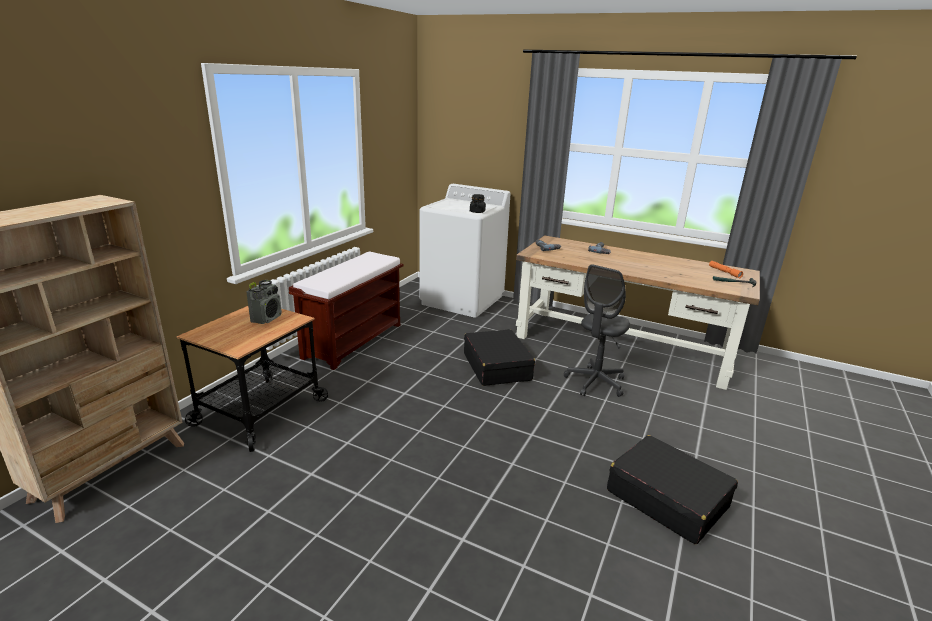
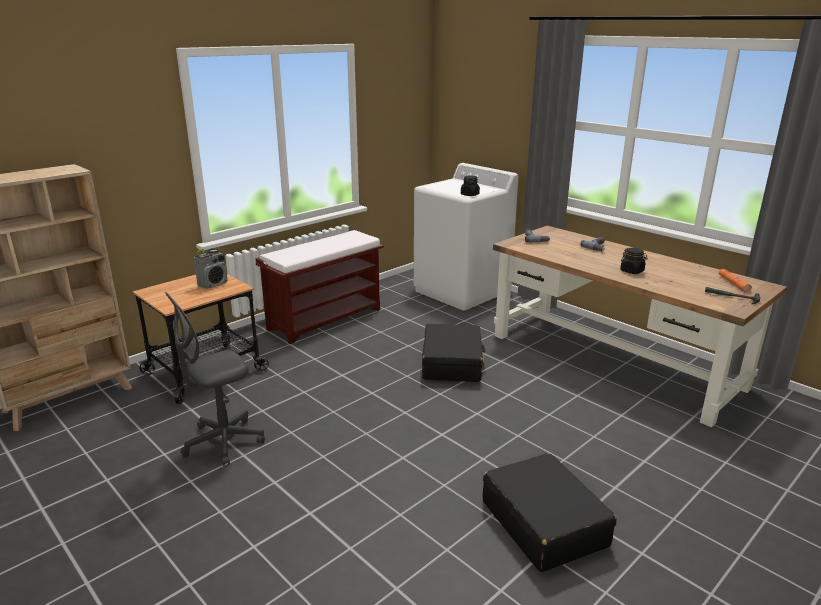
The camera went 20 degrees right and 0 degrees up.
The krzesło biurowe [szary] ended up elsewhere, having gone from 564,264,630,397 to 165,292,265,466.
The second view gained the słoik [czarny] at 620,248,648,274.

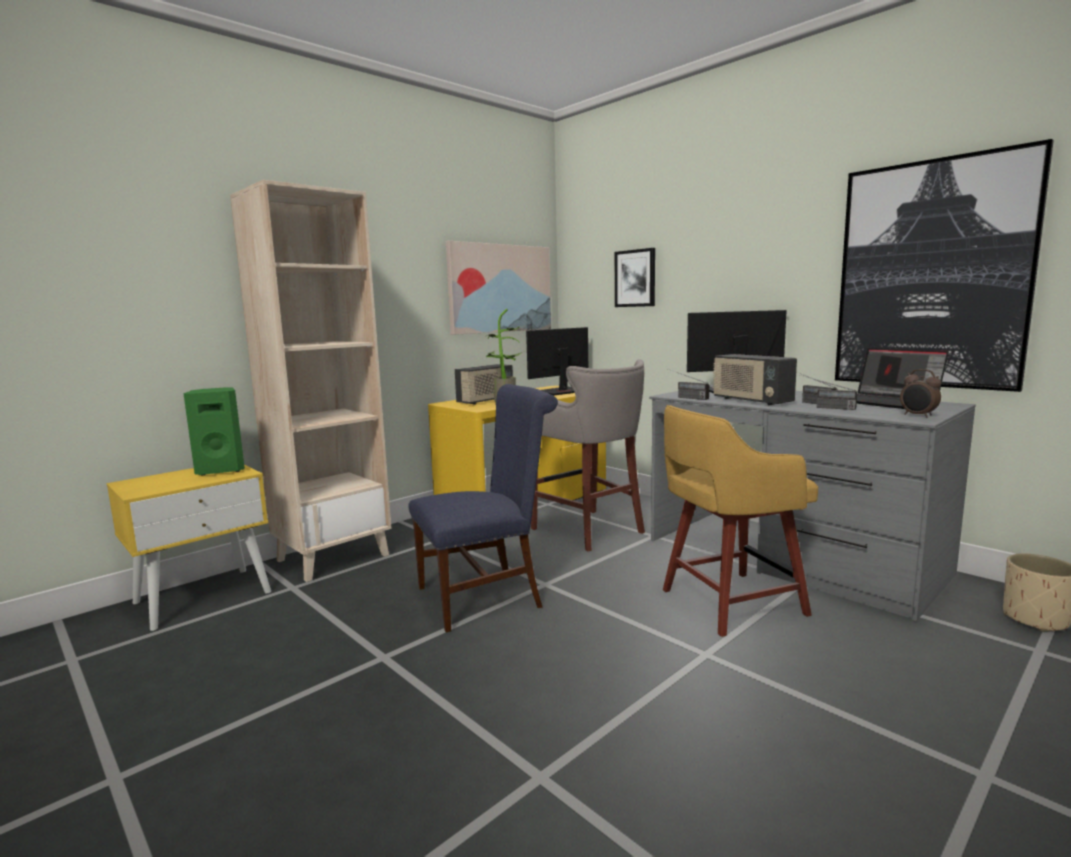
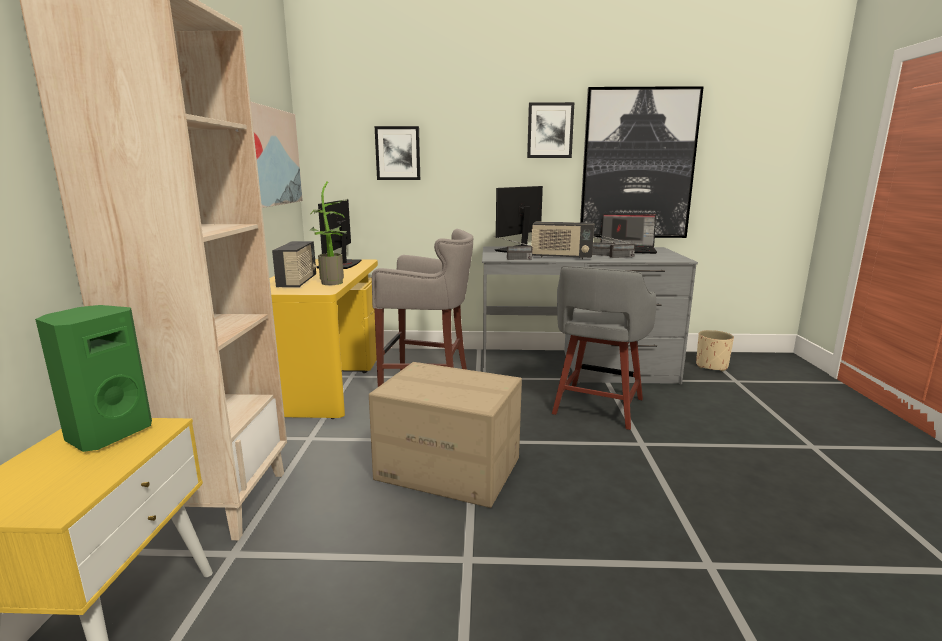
The camera went 45 degrees left and 5 degrees up.
Where the krzesło [niebieski] stood at 408,384,558,633, the karton came to stand at 369,362,522,508.
What was the stołek [żółty] at 663,405,818,637 turned into the stołek [szary] at 552,266,656,430.
The second view lost the budzik at 900,369,941,418.
The second view gained the obraz at 527,102,574,158.

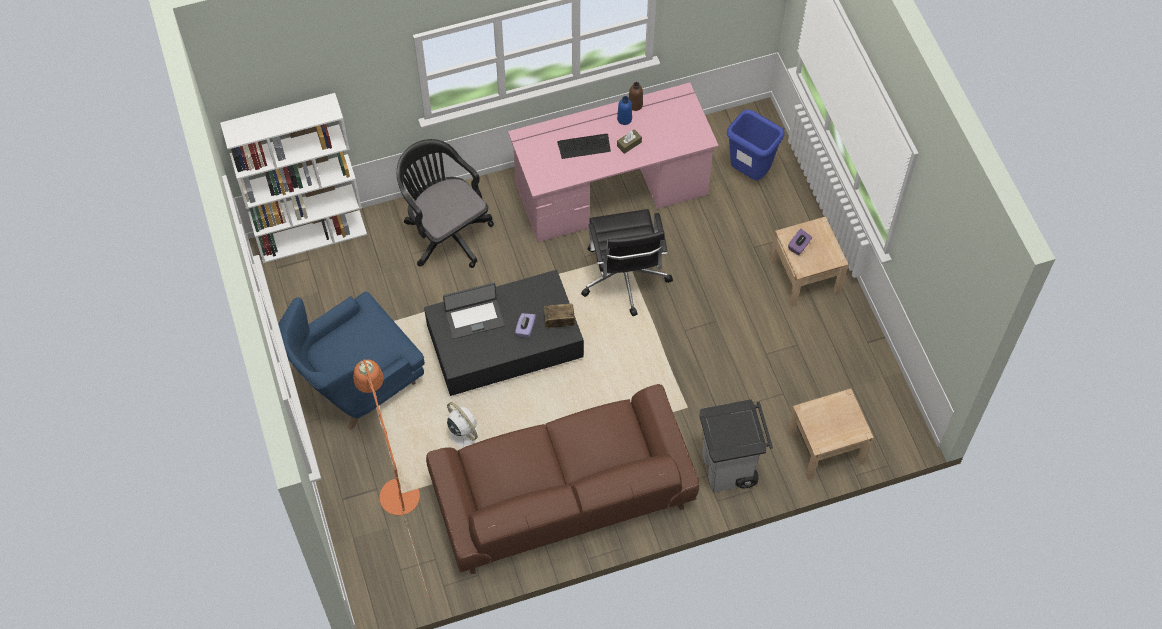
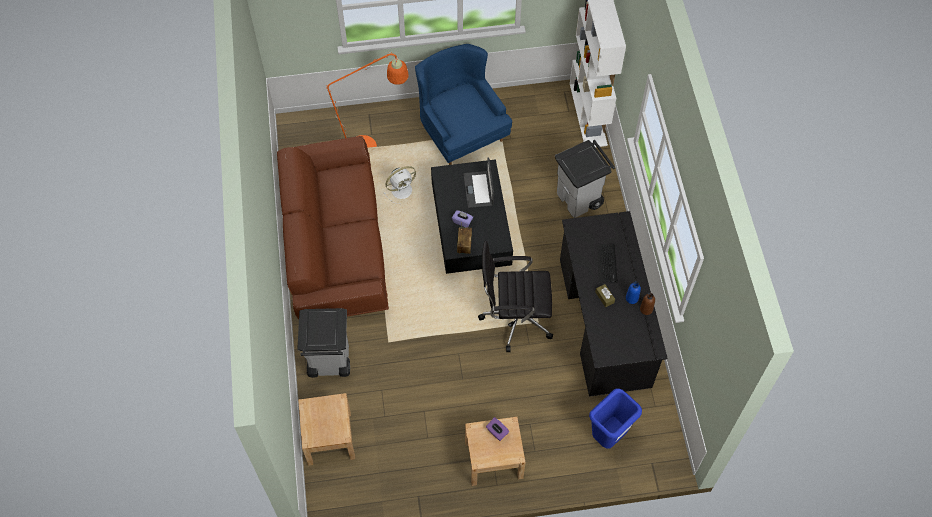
The camera went 100 degrees right and 0 degrees up.
Where the krzesło biurowe [czarny] stood at 397,139,494,268, the kosz na śmieci [szary] came to stand at 555,140,615,218.
What was the biurko [różowy] at 508,83,719,242 turned into the biurko [czarny] at 560,211,668,397.

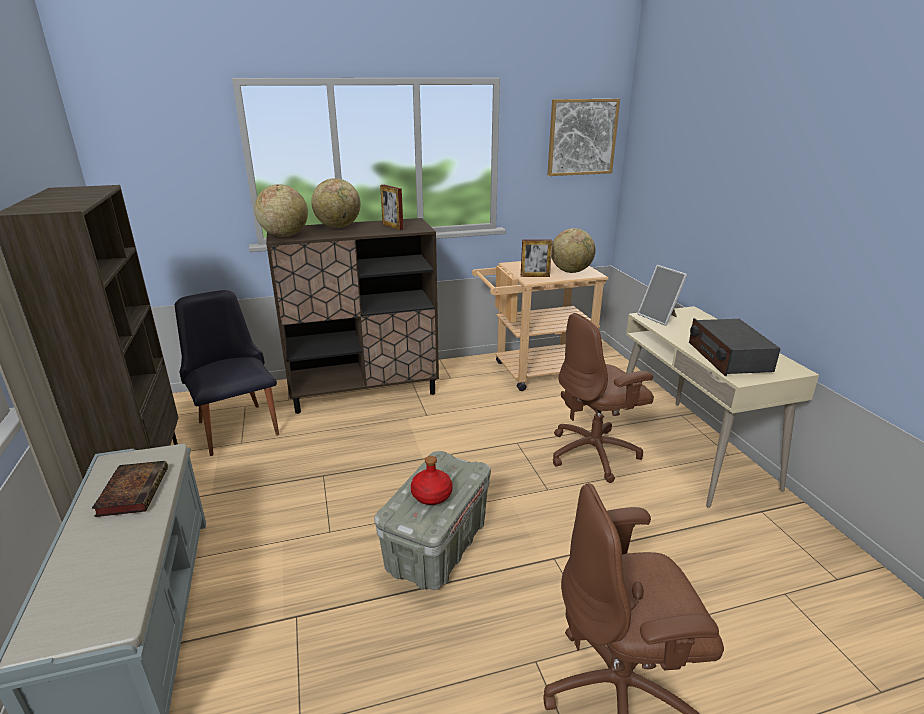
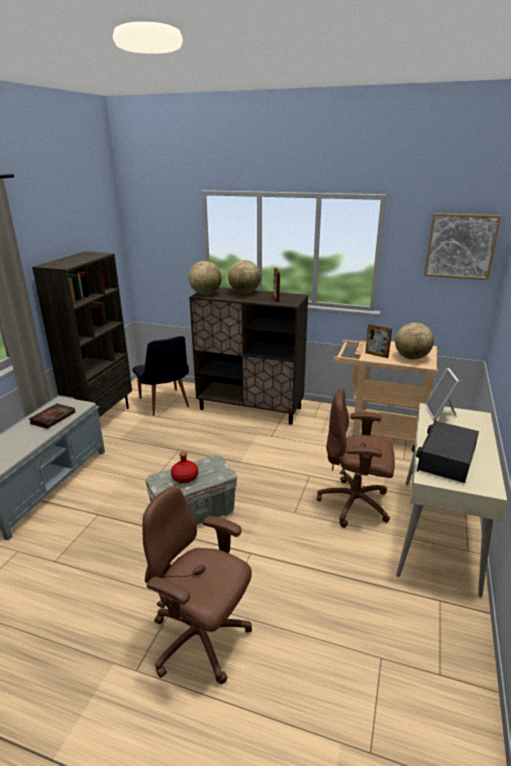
The camera went 35 degrees right and 0 degrees up.
The krzesło [czarny] at 175,290,279,456 ended up facing another way, 150 degrees clockwise from before.

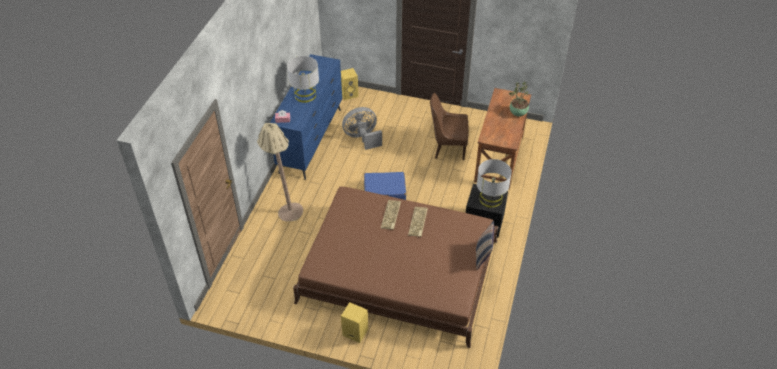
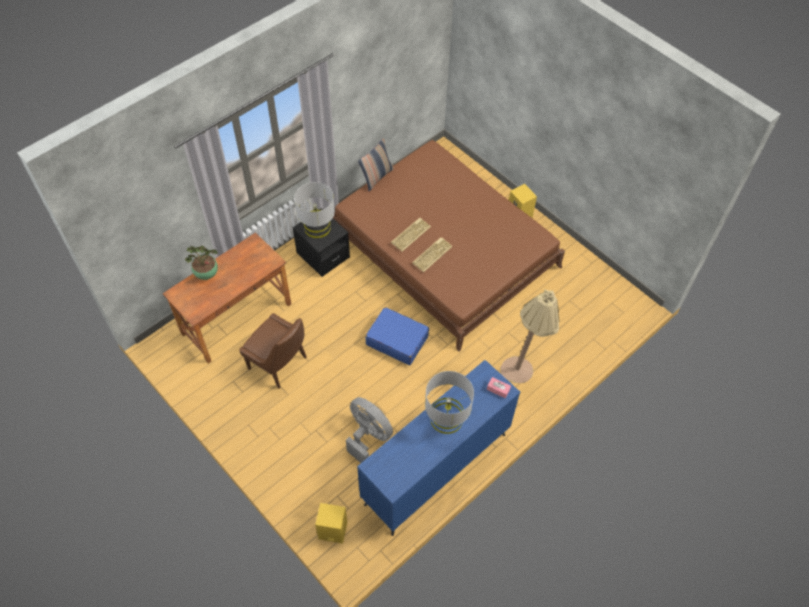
The camera went 150 degrees left and 10 degrees up.
The wentylator [szary] at 342,107,382,150 ended up facing another way, 150 degrees counterclockwise from before.

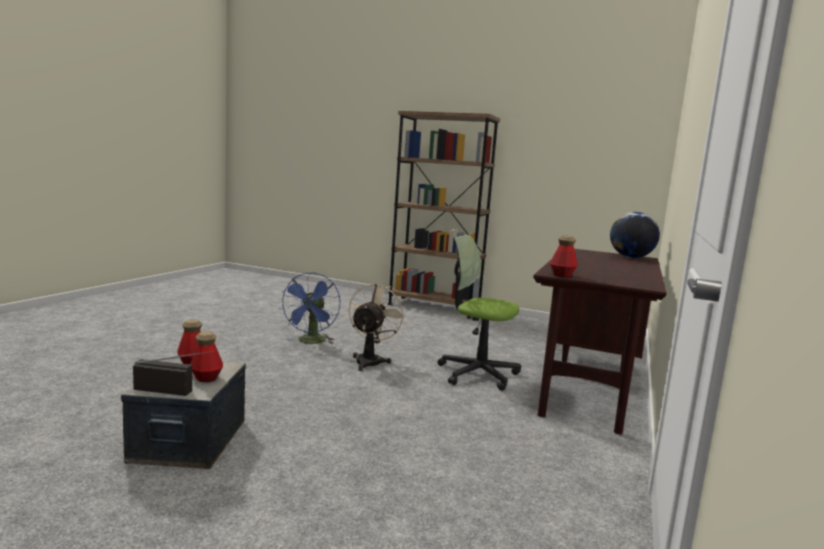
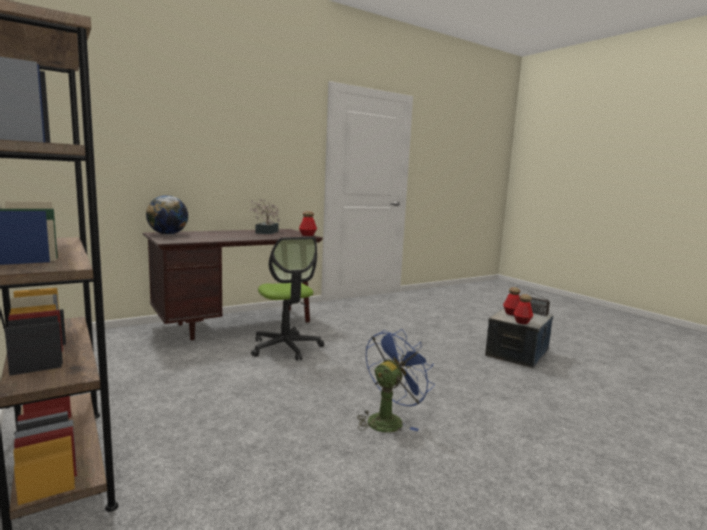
The camera went 145 degrees left and 0 degrees up.
The second view lost the wentylator [beżowy] at 348,283,406,371.
The second view gained the roślina doniczkowa at 250,199,280,234.

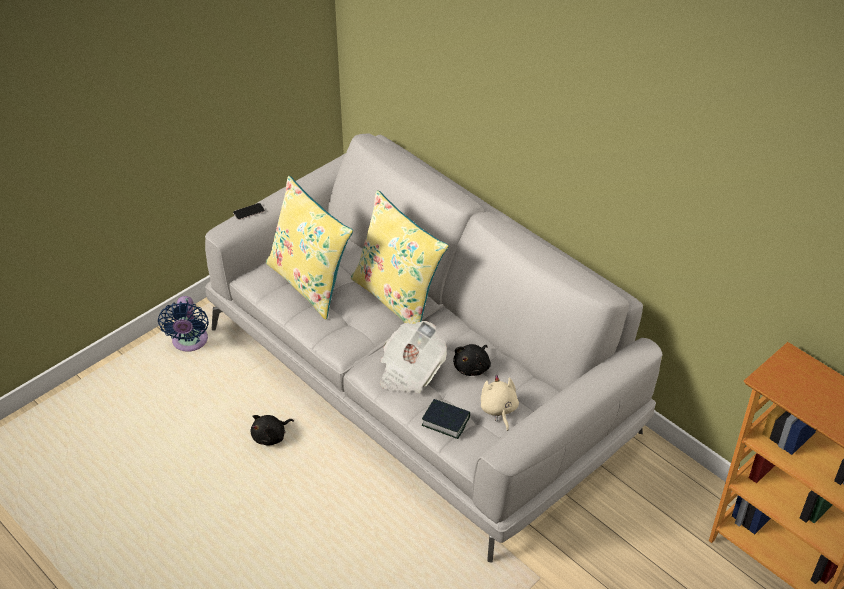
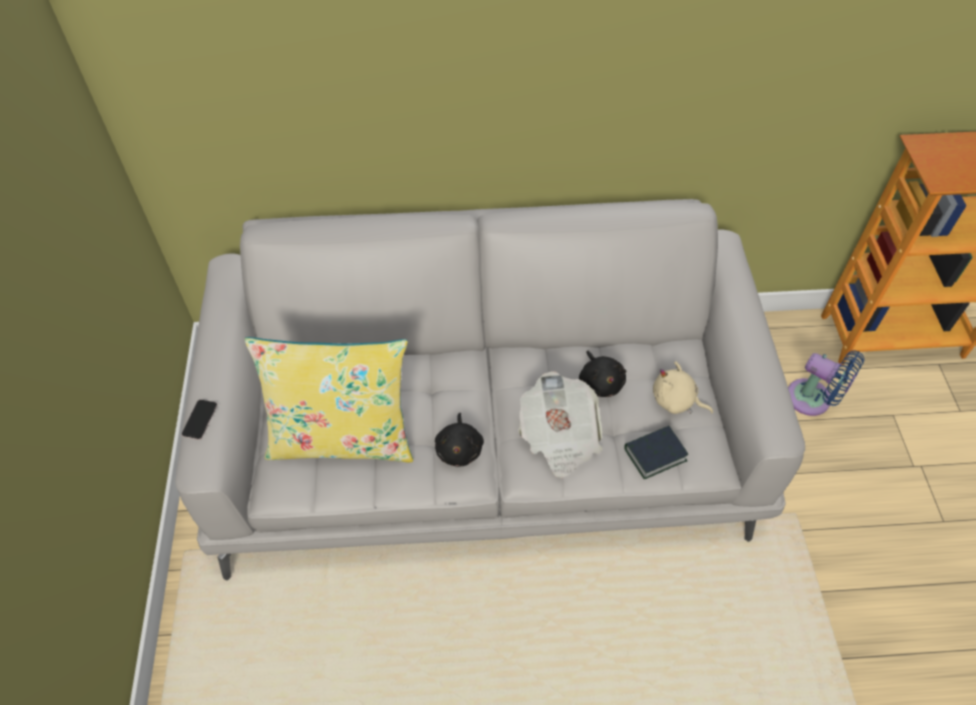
The camera went 50 degrees left and 10 degrees up.
The wentylator [niebieski] ended up elsewhere, having gone from 158,296,209,352 to 788,350,864,416.
The pluszak [czarny] ended up elsewhere, having gone from 251,415,294,446 to 435,413,484,467.
The second view lost the poduszka [żółty] at 351,190,449,324.

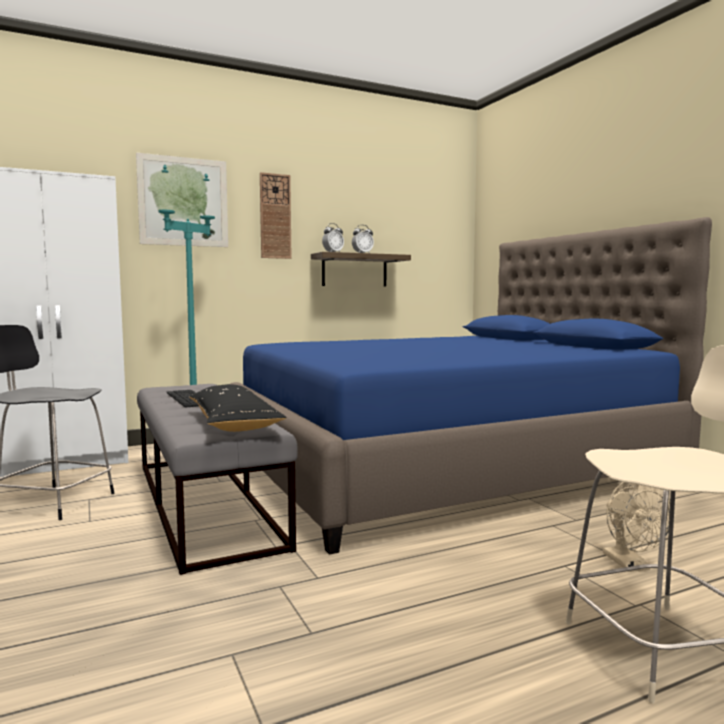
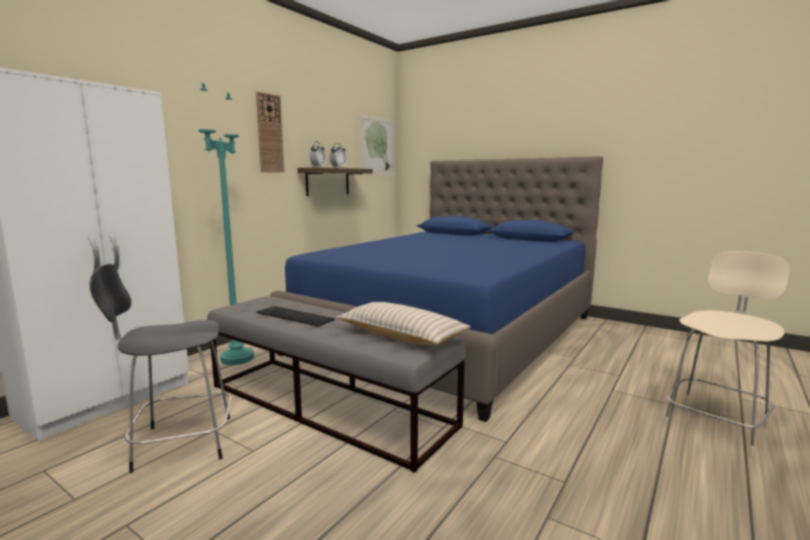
The camera went 30 degrees left and 5 degrees up.
The obraz ended up elsewhere, having gone from 136,153,228,247 to 359,114,395,175.
What was the poduszka [czarny] at 189,384,287,432 turned into the poduszka [beżowy] at 337,302,471,346.
The second view lost the wentylator [beżowy] at 603,482,670,572.

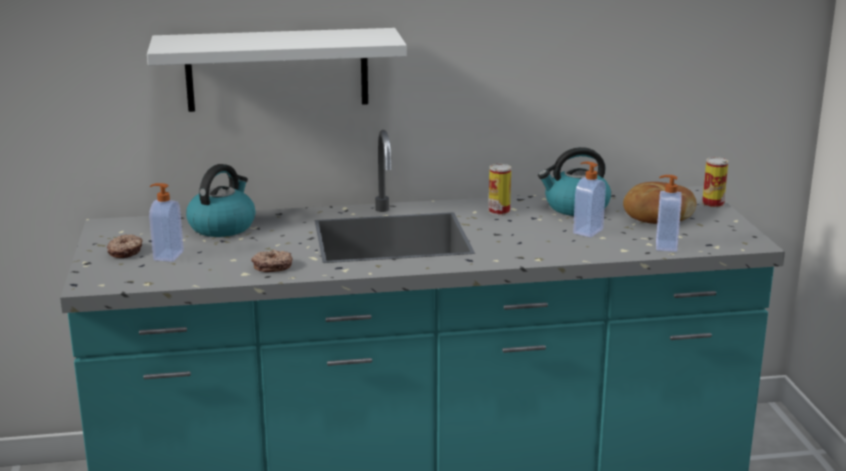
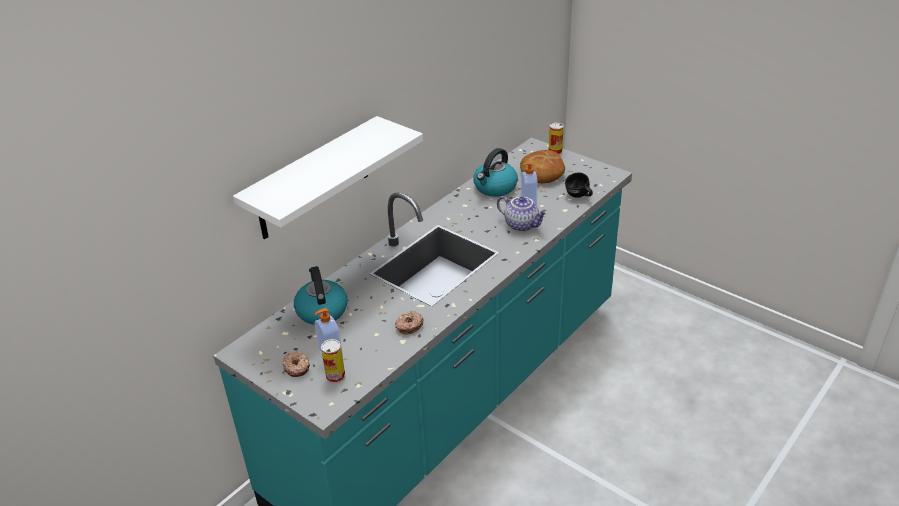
The camera went 40 degrees left and 15 degrees up.
The puszka ended up elsewhere, having gone from 489,164,511,216 to 321,339,345,383.
Where the dozownik mydła stood at 656,175,682,252, the kubek [czarny] came to stand at 565,172,593,198.
The second view gained the imbryk at 497,196,548,232.

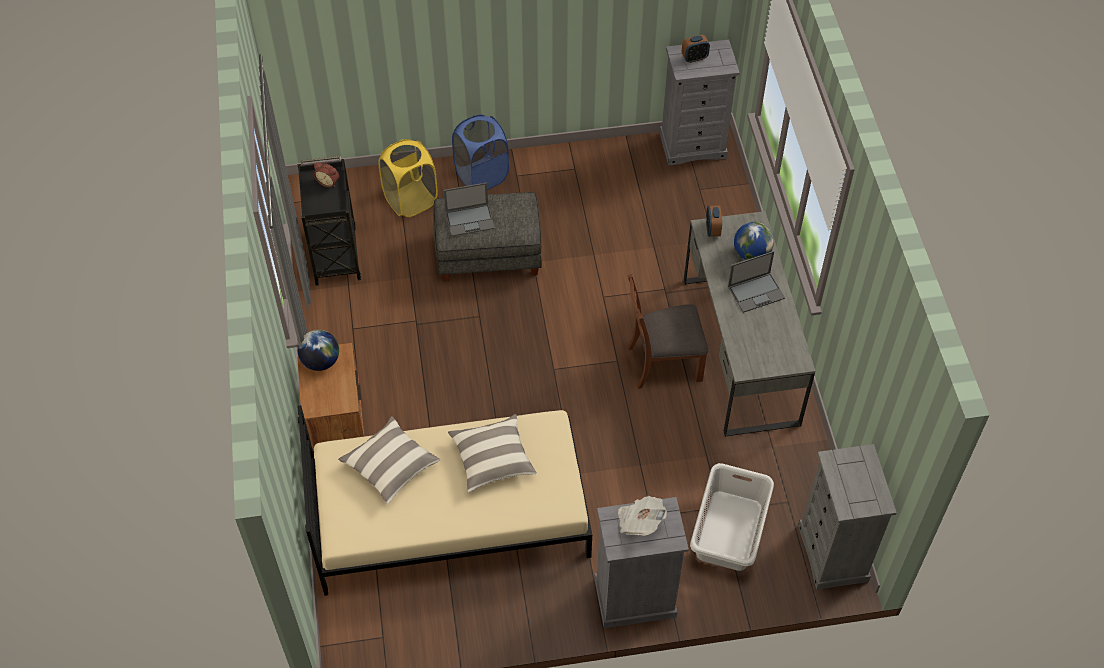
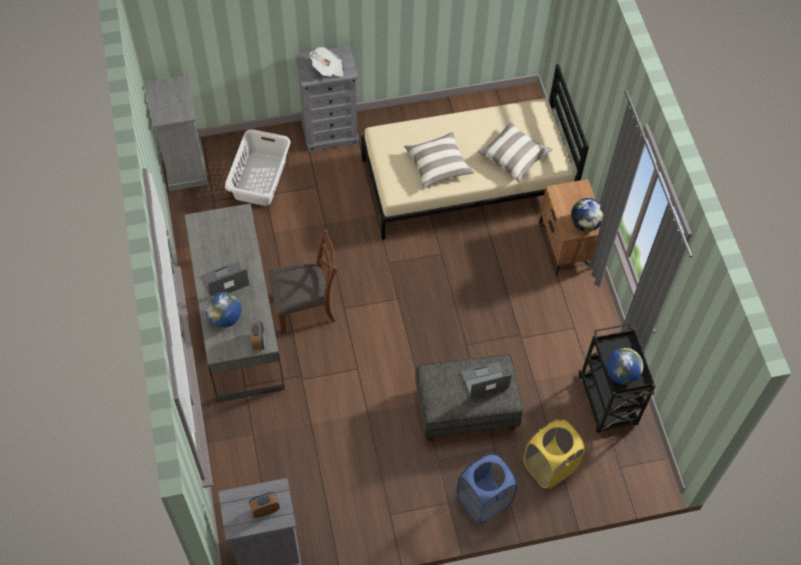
The camera went 175 degrees right and 5 degrees up.
Where the budzik stood at 314,162,339,187, the globus came to stand at 606,348,644,384.

